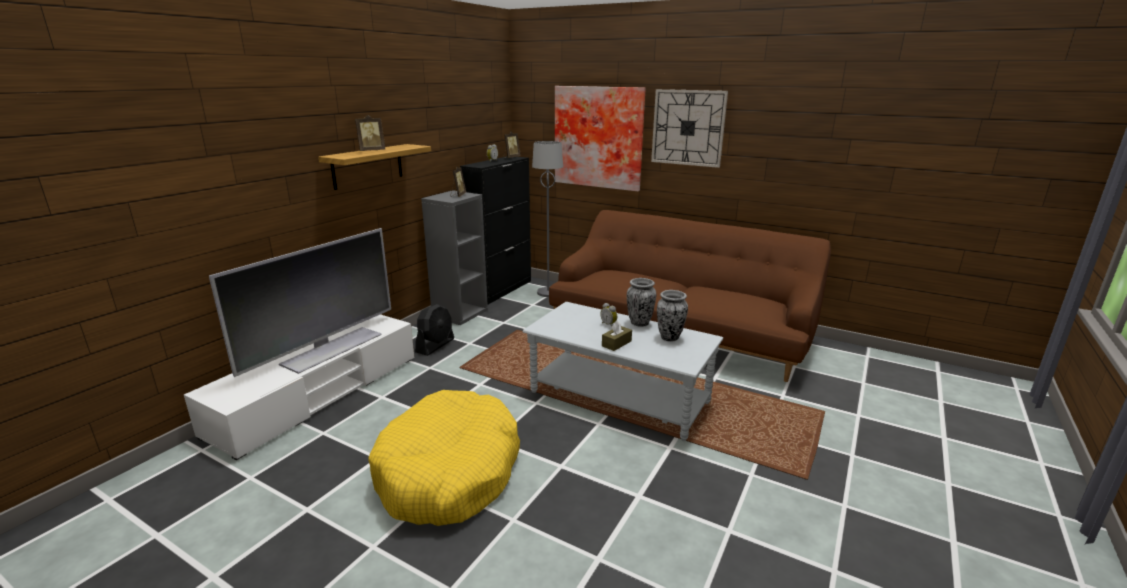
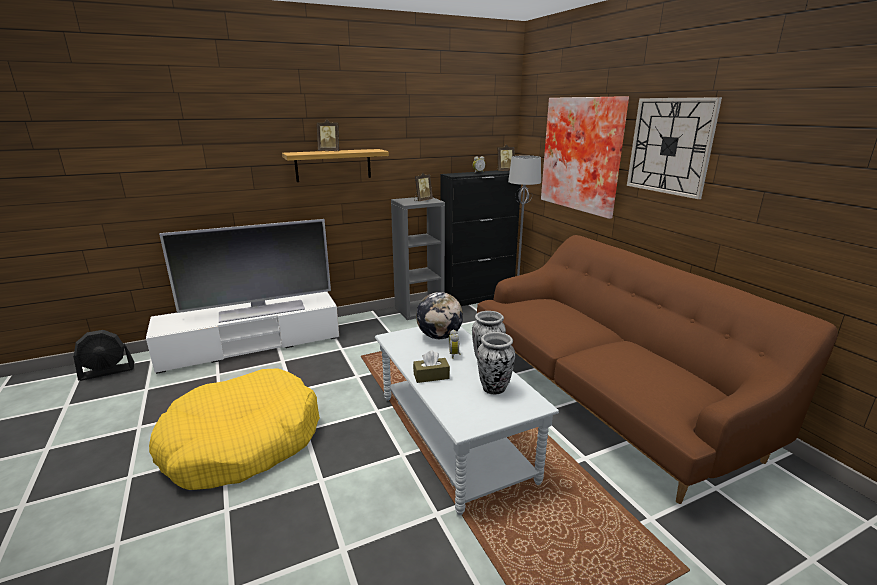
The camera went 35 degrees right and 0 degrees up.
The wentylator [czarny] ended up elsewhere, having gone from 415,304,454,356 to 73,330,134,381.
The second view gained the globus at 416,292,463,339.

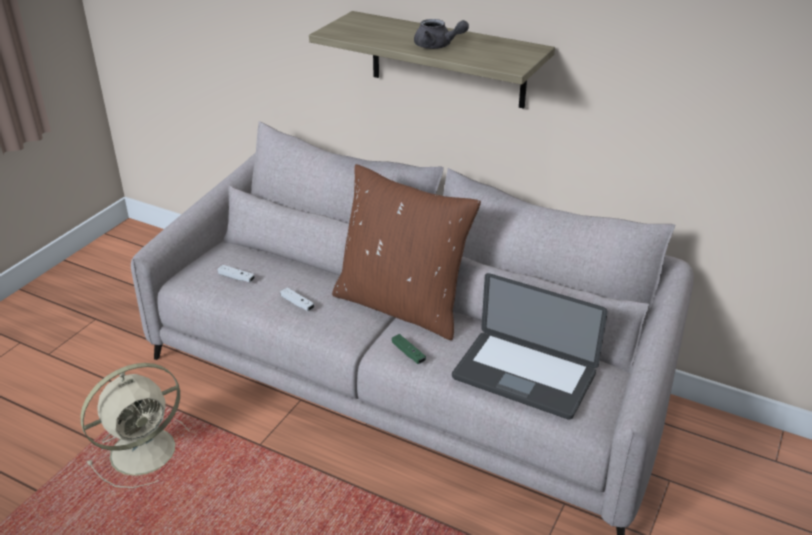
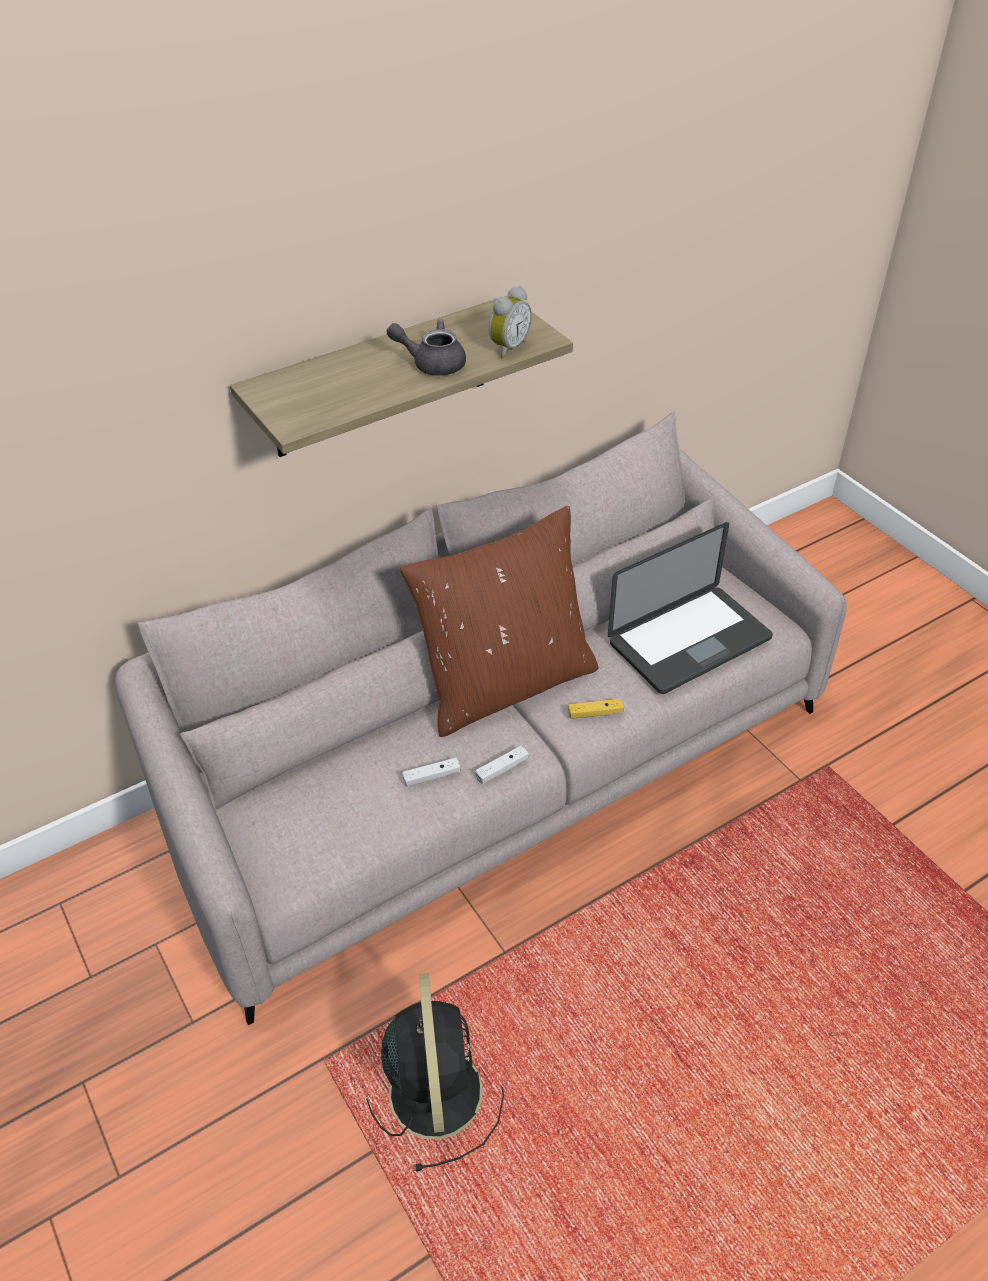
The camera went 60 degrees left and 10 degrees up.
What was the wentylator [beżowy] at 80,363,190,488 turned into the wentylator [czarny] at 366,973,504,1171.
The pad do gier [biały] ended up elsewhere, having gone from 217,265,255,282 to 475,745,529,784.
What was the pad do gier [zielony] at 392,334,426,364 turned into the pad do gier [żółty] at 568,699,624,719.
The imbryk [szary] at 414,19,469,49 ended up facing another way, 135 degrees counterclockwise from before.
The second view gained the budzik at 489,286,532,359.

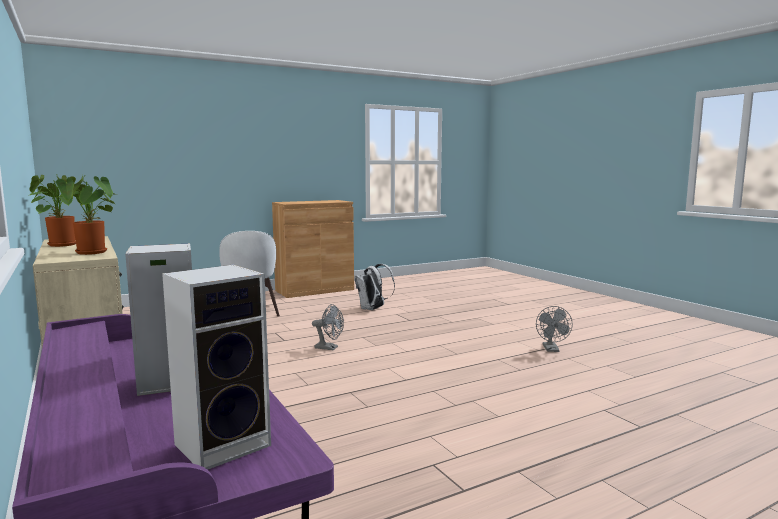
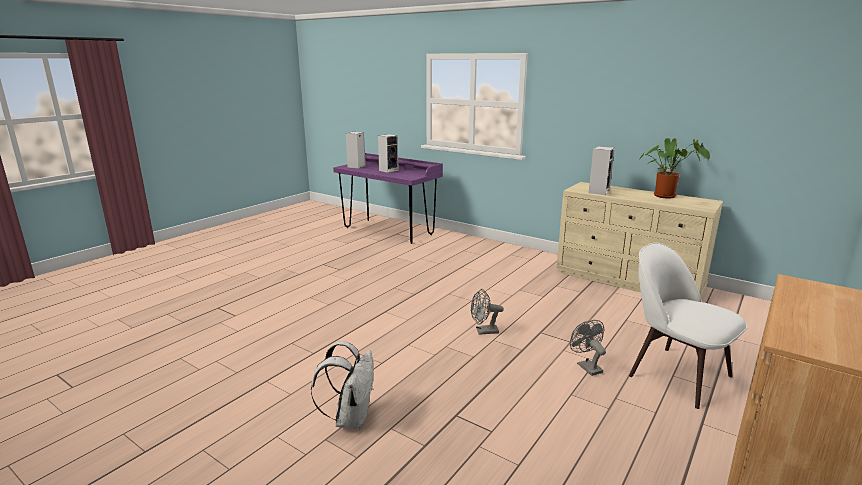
The camera went 155 degrees right and 10 degrees up.
Where the roślina doniczkowa stood at 56,175,116,255, the głośnik came to stand at 588,146,615,195.
The plecak [biały] ended up elsewhere, having gone from 355,264,395,310 to 311,341,374,430.
The wentylator [szary] ended up elsewhere, having gone from 536,306,573,352 to 570,320,606,376.

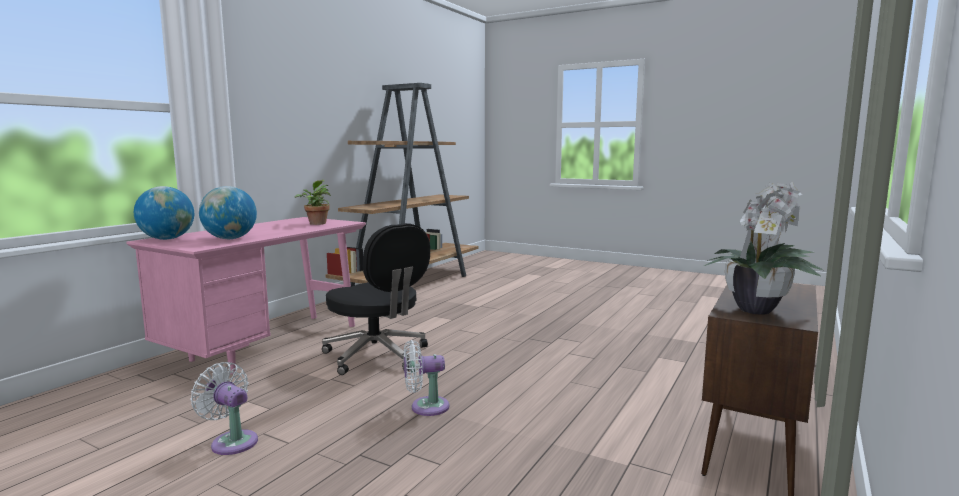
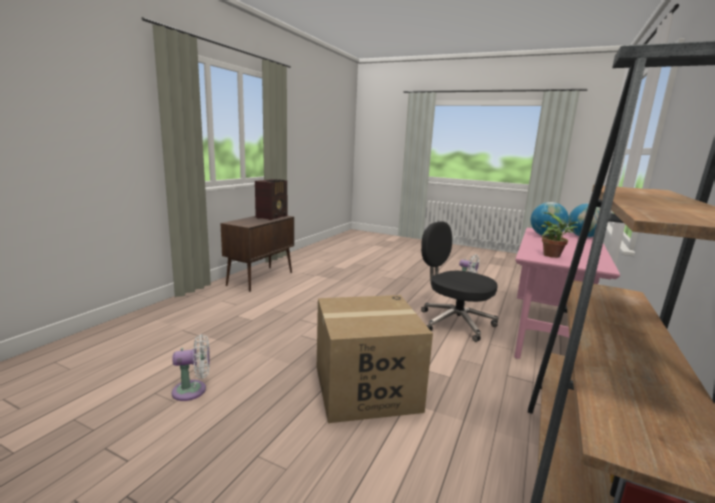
The camera went 175 degrees right and 5 degrees up.
The wentylator [biały] ended up elsewhere, having gone from 404,340,449,416 to 172,334,210,401.
Where the roślina doniczkowa stood at 704,182,823,315, the radio came to stand at 255,179,287,220.
The second view gained the karton at 317,295,433,423.

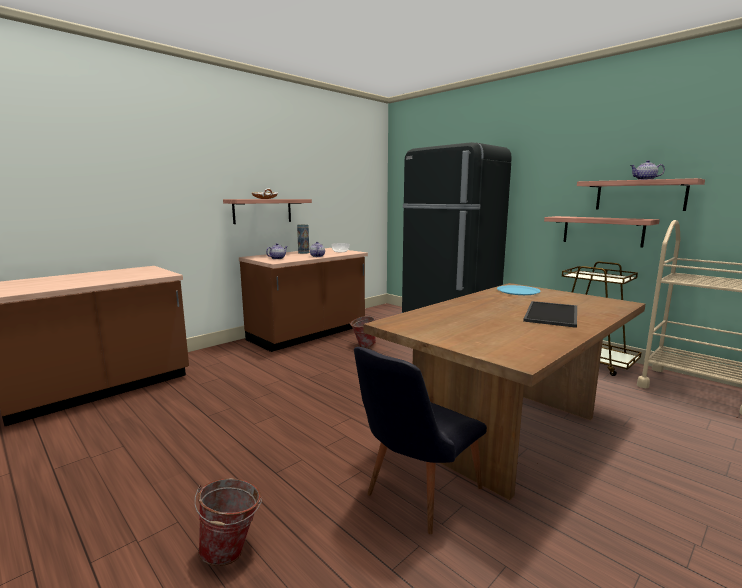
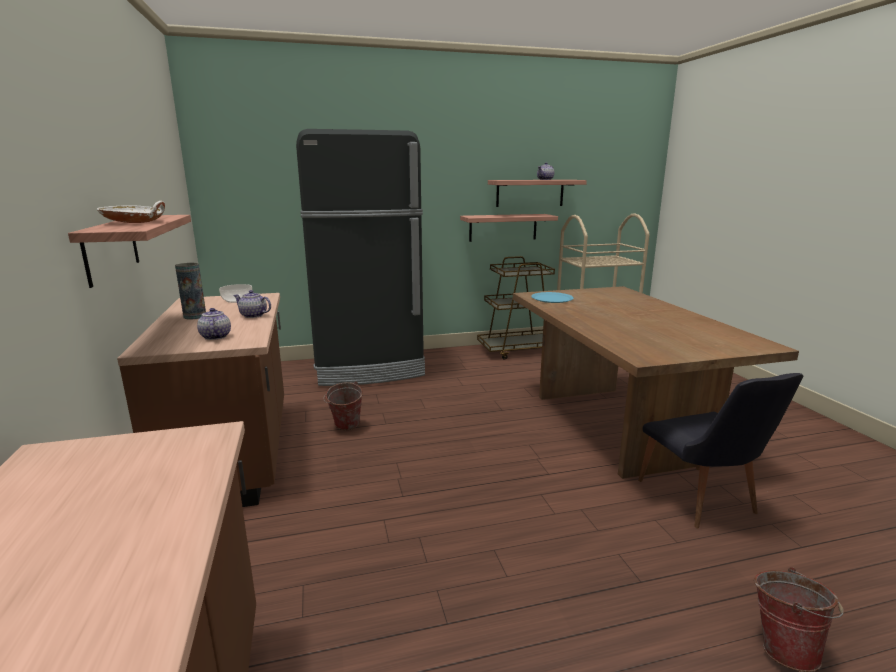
The camera went 60 degrees left and 5 degrees up.
The second view lost the taca at 523,301,577,328.

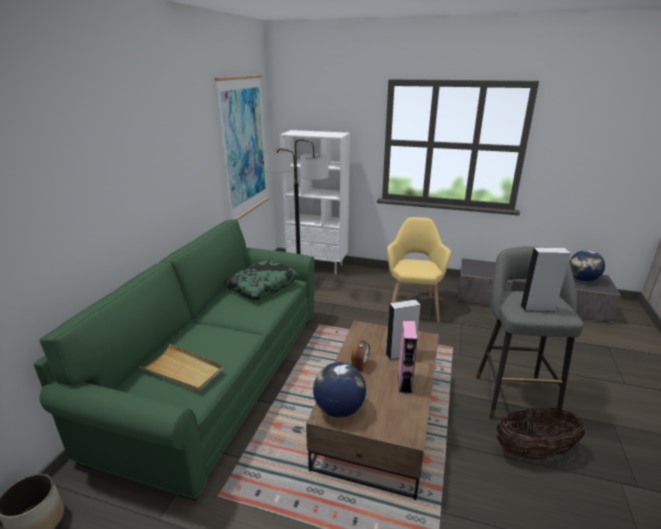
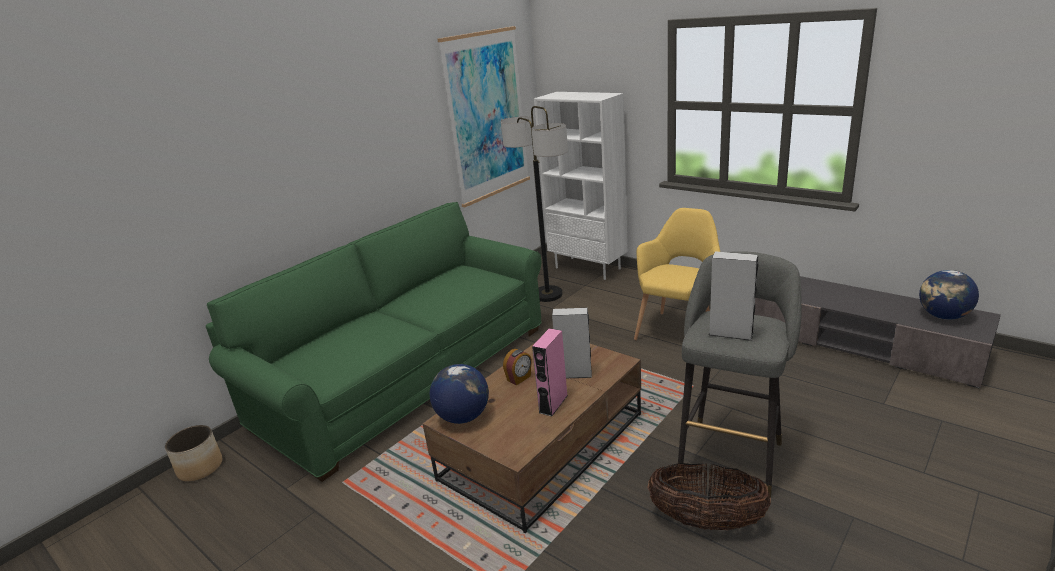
The camera went 25 degrees right and 0 degrees up.
The second view lost the taca [beżowy] at 138,344,224,392.
The second view lost the poduszka at 223,261,298,300.

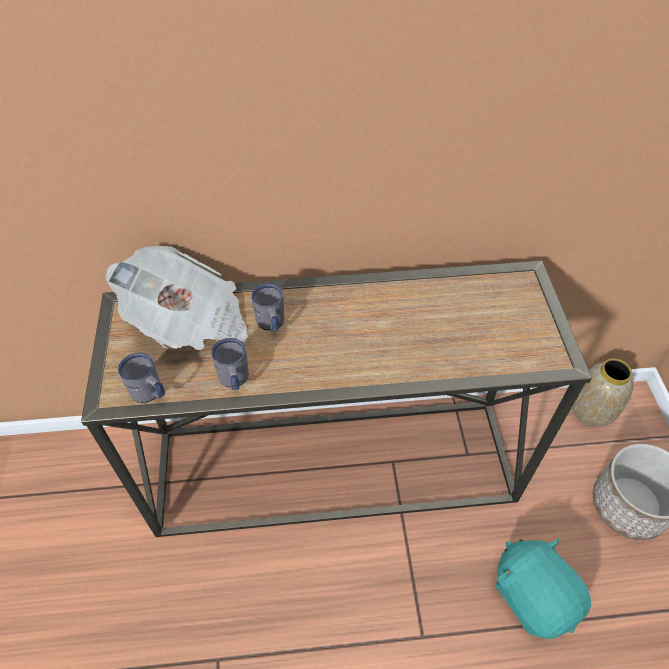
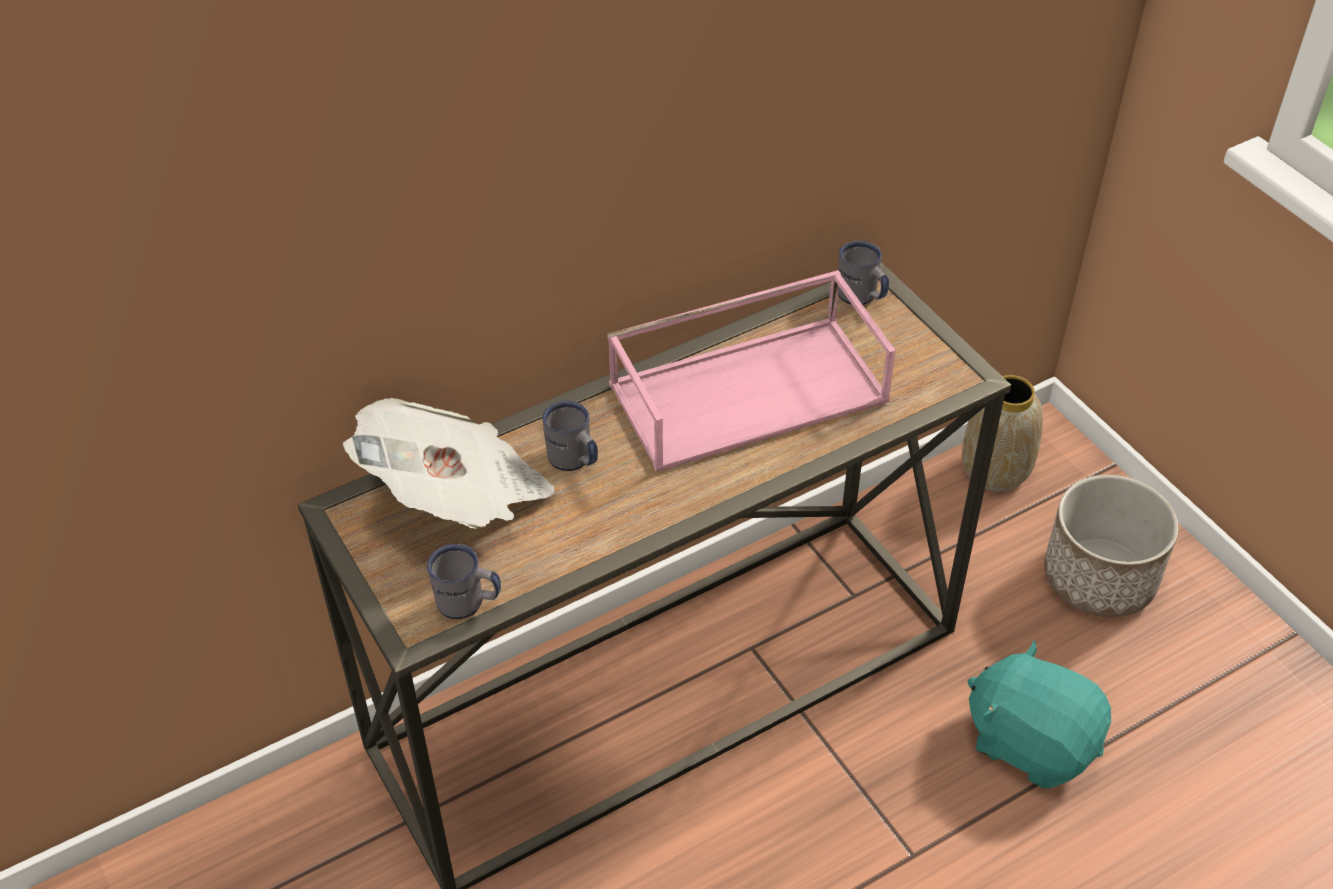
The camera went 25 degrees left and 5 degrees down.
The kubek [szary] ended up elsewhere, having gone from 211,338,249,390 to 838,241,889,305.
The second view gained the taca [różowy] at 607,270,896,472.

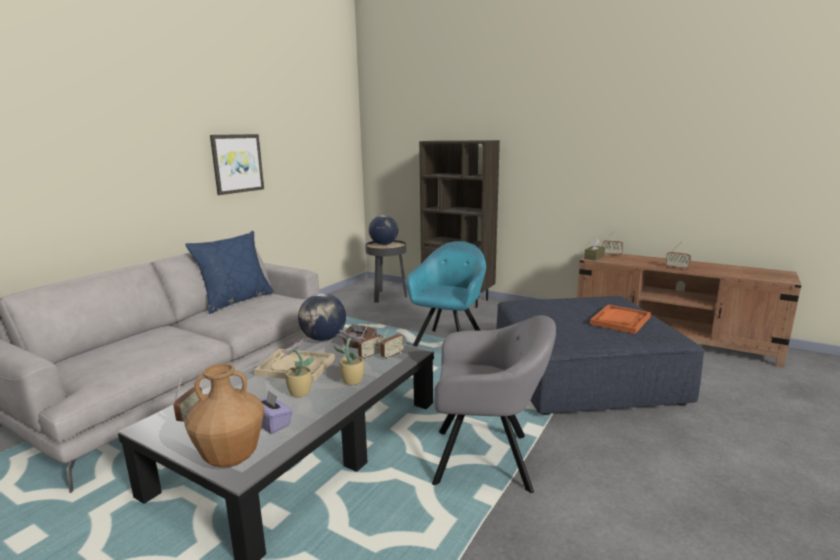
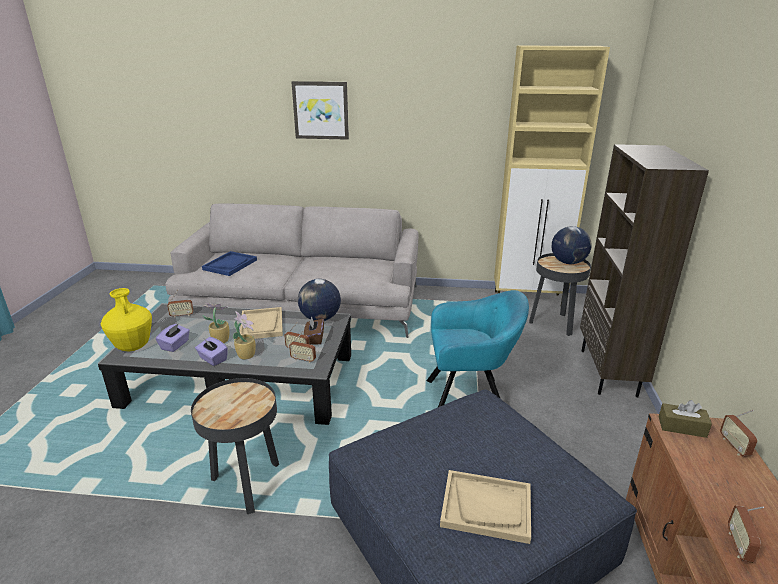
The camera went 65 degrees right and 10 degrees up.
What was the wazon [brązowy] at 184,363,264,468 turned into the wazon [żółty] at 100,288,152,352.
The second view lost the poduszka [niebieski] at 185,231,274,314.
The obraz ended up elsewhere, having gone from 210,134,264,195 to 292,81,349,140.
Where the fotel [szary] stood at 432,315,556,493, the stolik [czarny] came to stand at 191,378,279,514.
What was the taca [pomarańczowy] at 590,304,651,334 turned into the taca [beżowy] at 440,470,531,544.
The second view gained the pudełko chusteczek [fioletowy] at 195,337,228,366.
The second view gained the taca [niebieski] at 202,251,257,276.
The second view gained the szafka [beżowy] at 494,46,610,302.

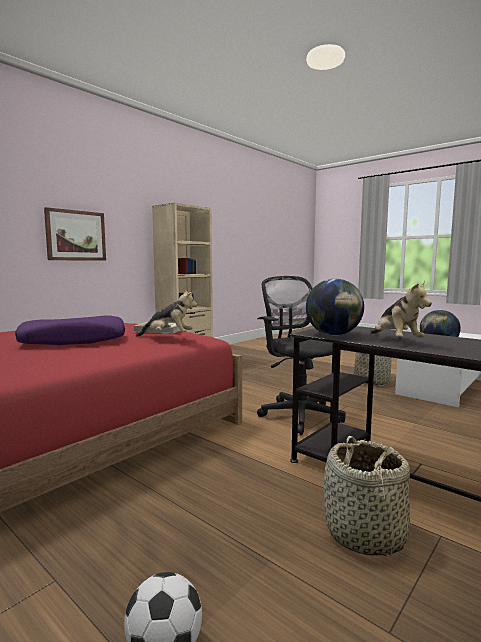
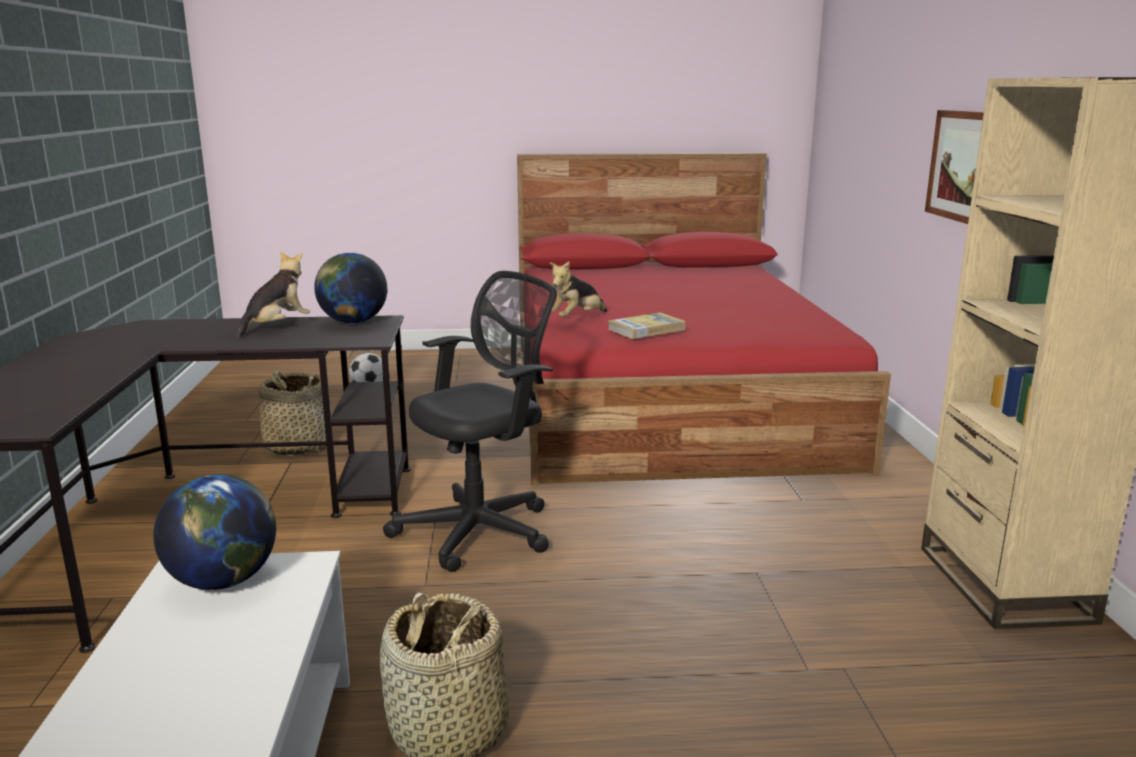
The camera went 135 degrees right and 10 degrees up.
The second view lost the poduszka [fioletowy] at 15,315,125,345.
The krzesło biurowe [czarny] at 257,276,346,435 ended up facing another way, 60 degrees counterclockwise from before.
The pluszak at 371,281,432,338 ended up facing another way, 90 degrees clockwise from before.

